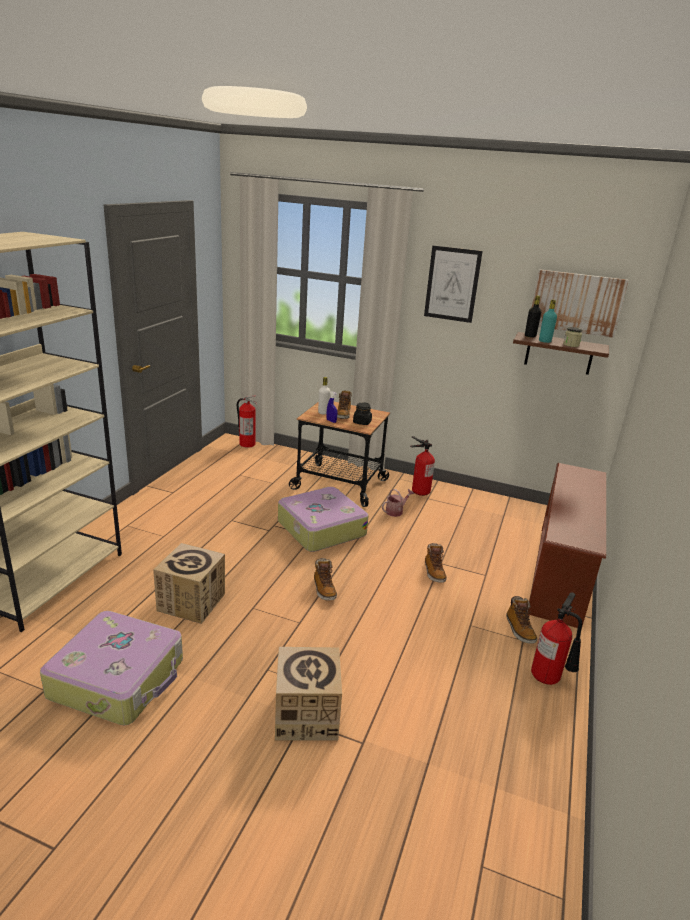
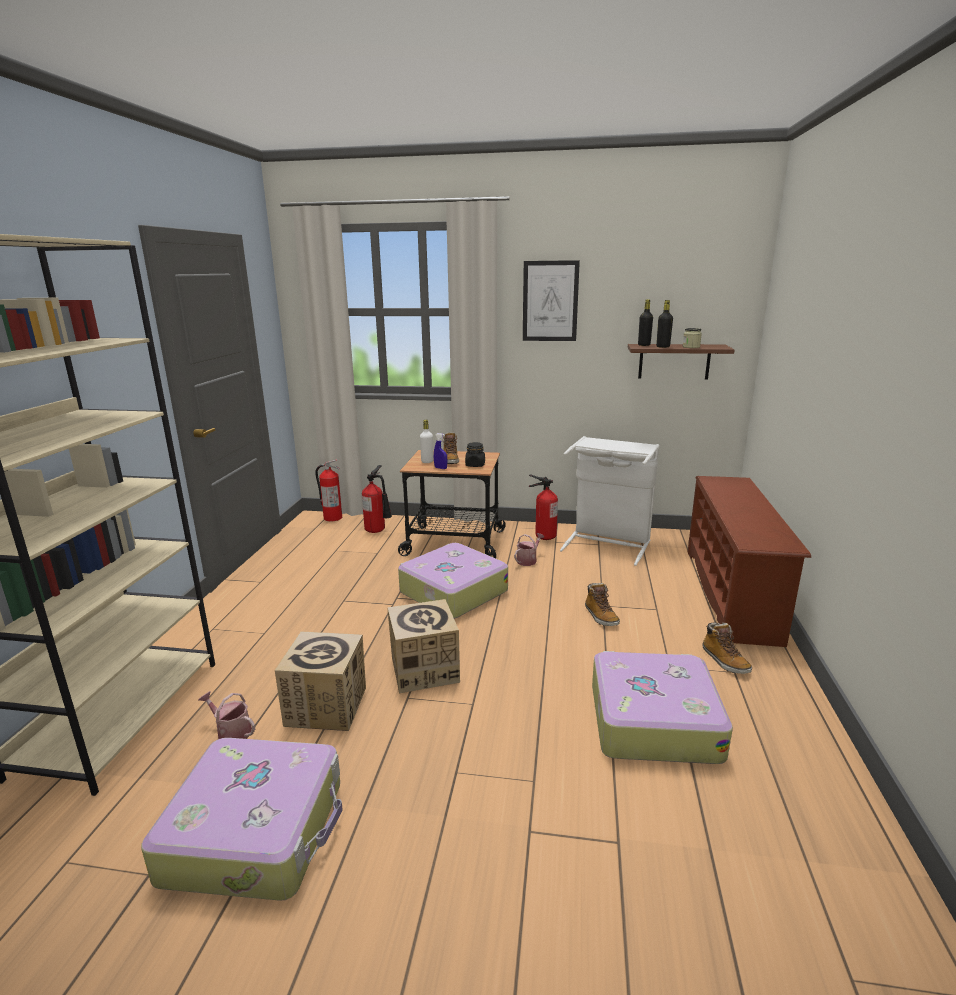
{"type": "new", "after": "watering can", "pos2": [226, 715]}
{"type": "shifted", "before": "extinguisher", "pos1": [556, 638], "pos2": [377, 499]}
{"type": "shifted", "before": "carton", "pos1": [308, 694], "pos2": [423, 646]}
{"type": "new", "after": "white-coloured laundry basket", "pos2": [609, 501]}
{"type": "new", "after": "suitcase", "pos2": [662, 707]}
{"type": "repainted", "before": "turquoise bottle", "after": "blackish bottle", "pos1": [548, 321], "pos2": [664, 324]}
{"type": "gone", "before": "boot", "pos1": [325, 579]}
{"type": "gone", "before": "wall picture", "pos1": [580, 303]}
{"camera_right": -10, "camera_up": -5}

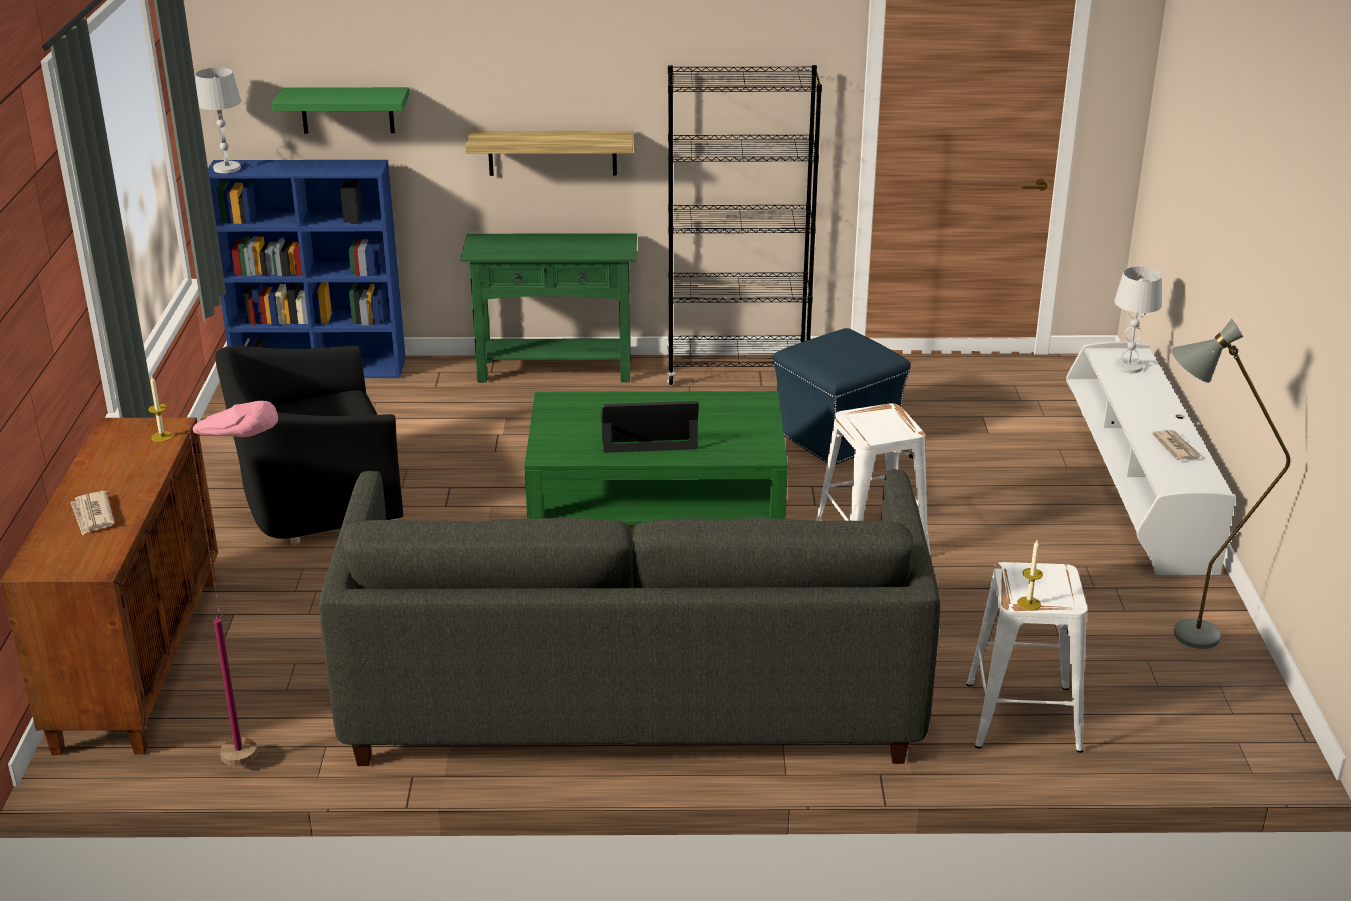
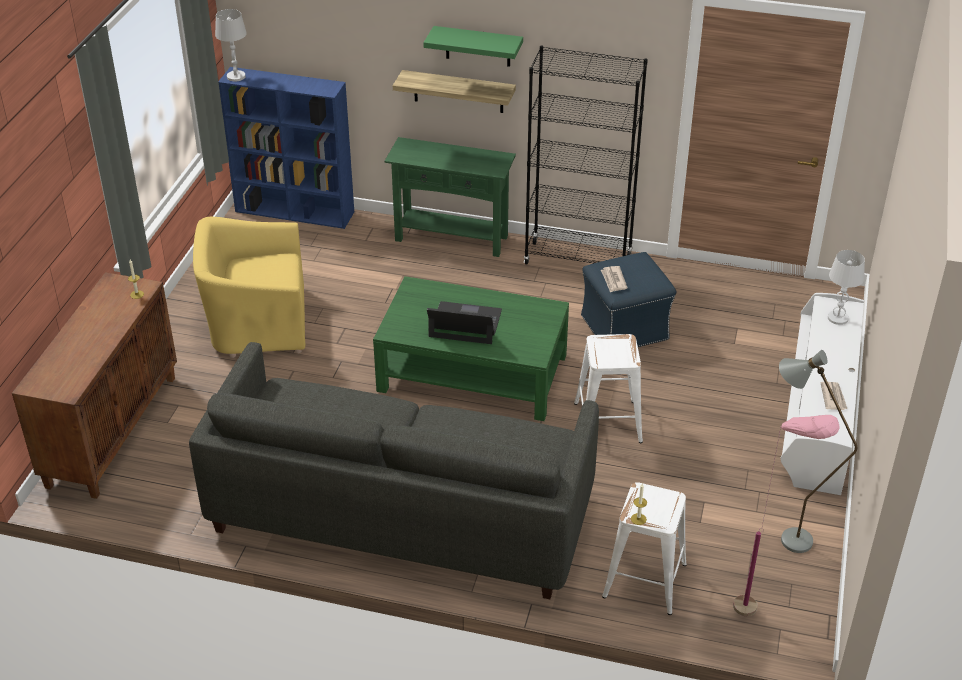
{"type": "repainted", "before": "blackish easy chair", "after": "yellow-coloured easy chair", "pos1": [309, 445], "pos2": [249, 287]}
{"type": "shifted", "before": "green-coloured wall shelf", "pos1": [340, 110], "pos2": [473, 46]}
{"type": "shifted", "before": "newspaper", "pos1": [92, 513], "pos2": [614, 279]}
{"type": "shifted", "before": "pink-coloured standing lamp", "pos1": [233, 583], "pos2": [786, 515]}
{"camera_right": 15, "camera_up": 10}

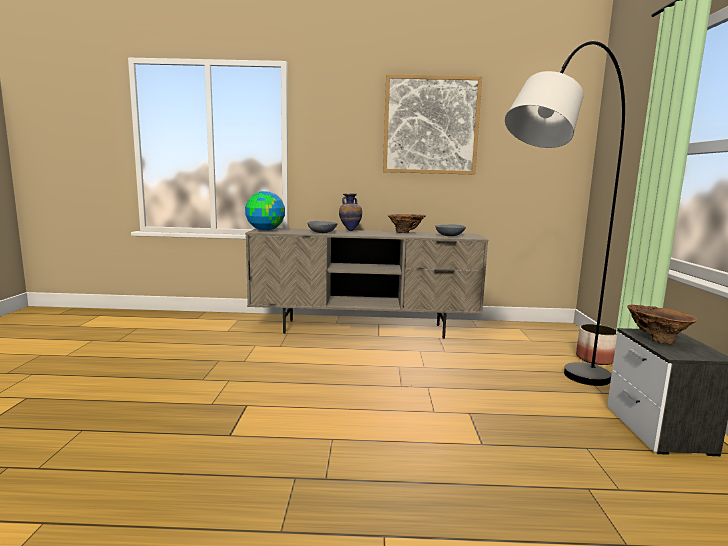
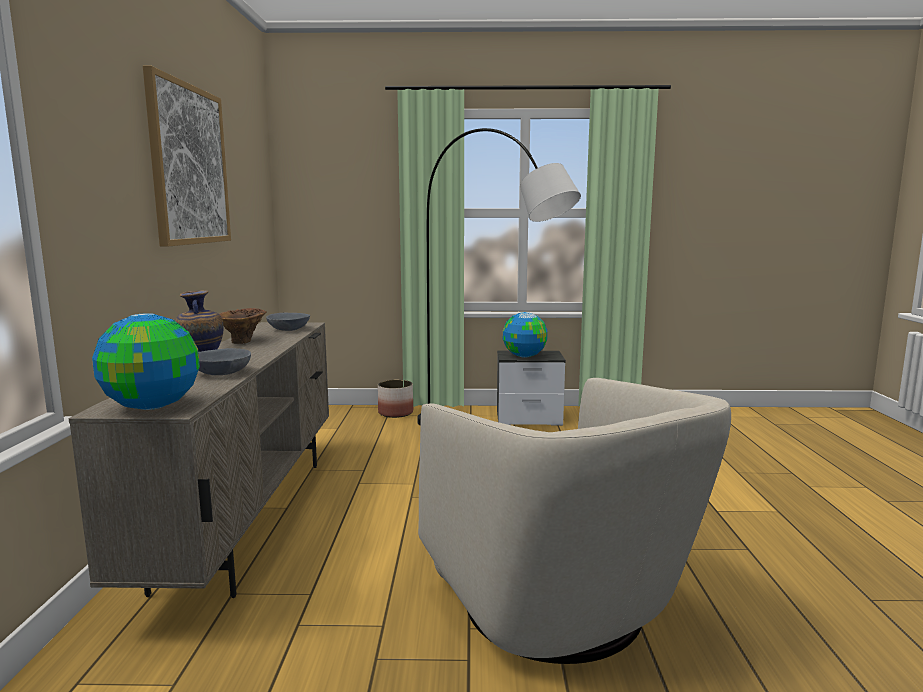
{"type": "new", "after": "sand-coloured easy chair", "pos2": [574, 521]}
{"type": "swapped", "before": "brownish decorative vase", "after": "world globe", "pos1": [662, 324], "pos2": [525, 335]}
{"camera_right": -90, "camera_up": 0}

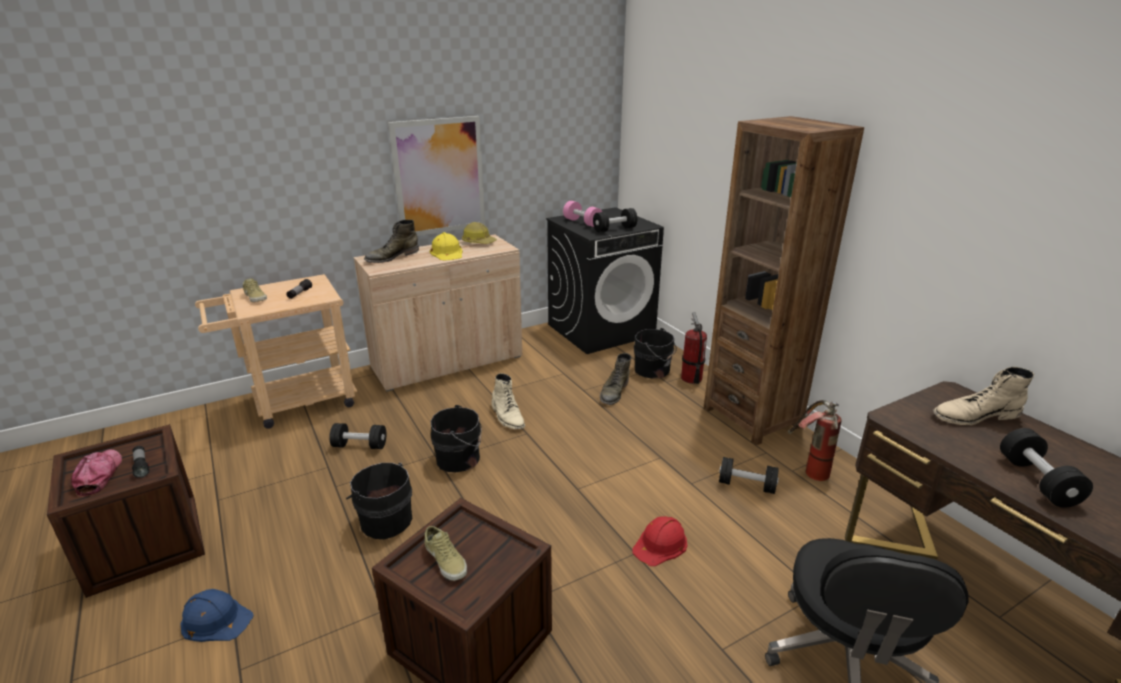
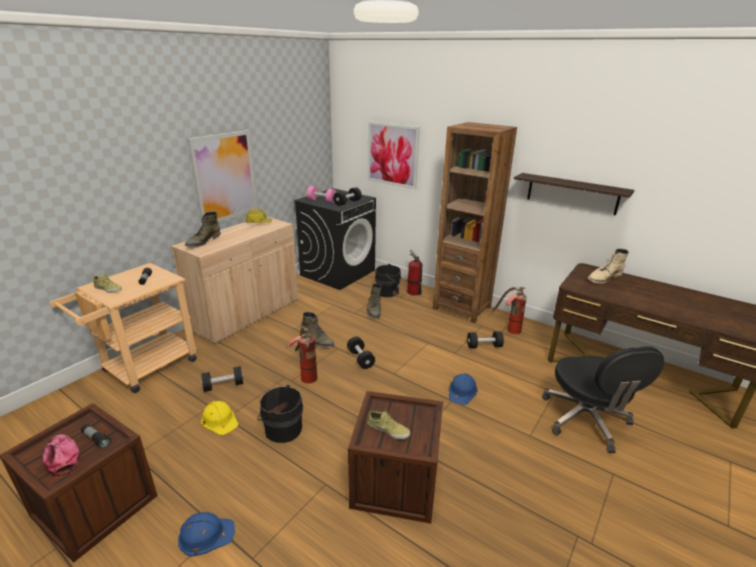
{"type": "shifted", "before": "yellow-coloured hard hat", "pos1": [446, 246], "pos2": [219, 418]}
{"type": "swapped", "before": "blackish pail", "after": "extinguisher", "pos1": [456, 438], "pos2": [301, 355]}
{"type": "repainted", "before": "sand-coloured boot", "after": "green-coloured boot", "pos1": [508, 401], "pos2": [317, 330]}
{"type": "shifted", "before": "blackish free weight", "pos1": [1046, 468], "pos2": [361, 353]}
{"type": "new", "after": "wall picture", "pos2": [394, 155]}
{"type": "repainted", "before": "red-coloured hard hat", "after": "blue-coloured hard hat", "pos1": [659, 541], "pos2": [463, 389]}
{"type": "new", "after": "wall shelf", "pos2": [574, 194]}
{"camera_right": -25, "camera_up": 0}

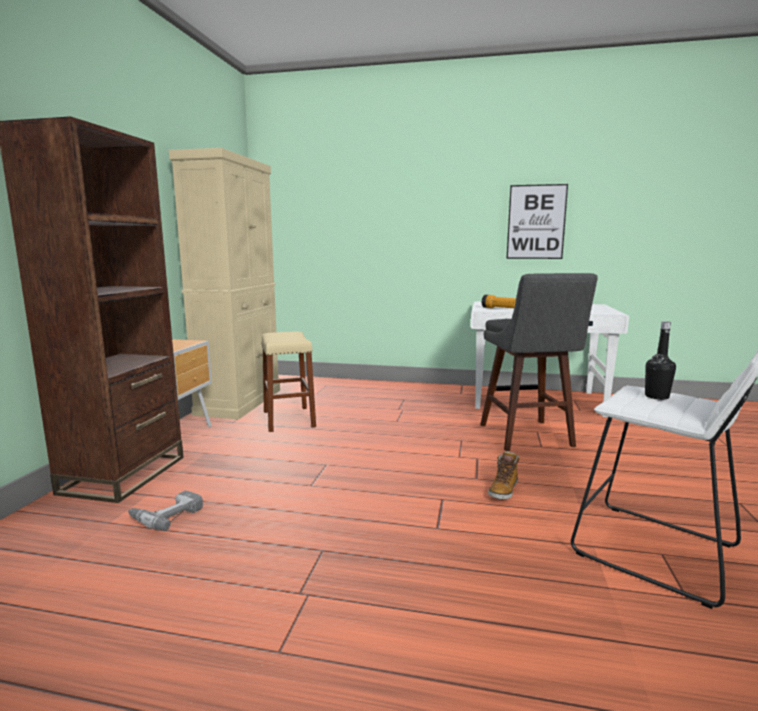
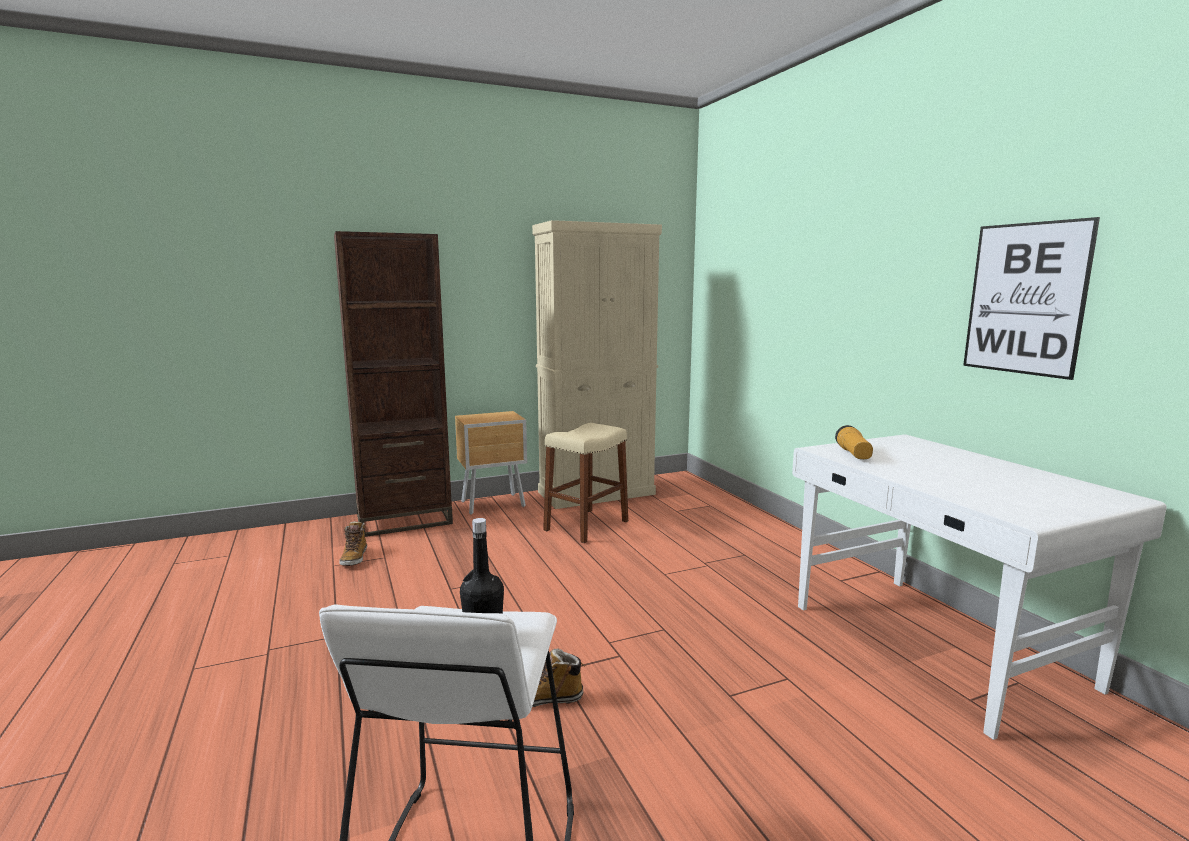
{"type": "swapped", "before": "drill", "after": "boot", "pos1": [165, 511], "pos2": [353, 543]}
{"type": "gone", "before": "gray sitting stool", "pos1": [539, 362]}
{"camera_right": 55, "camera_up": 0}

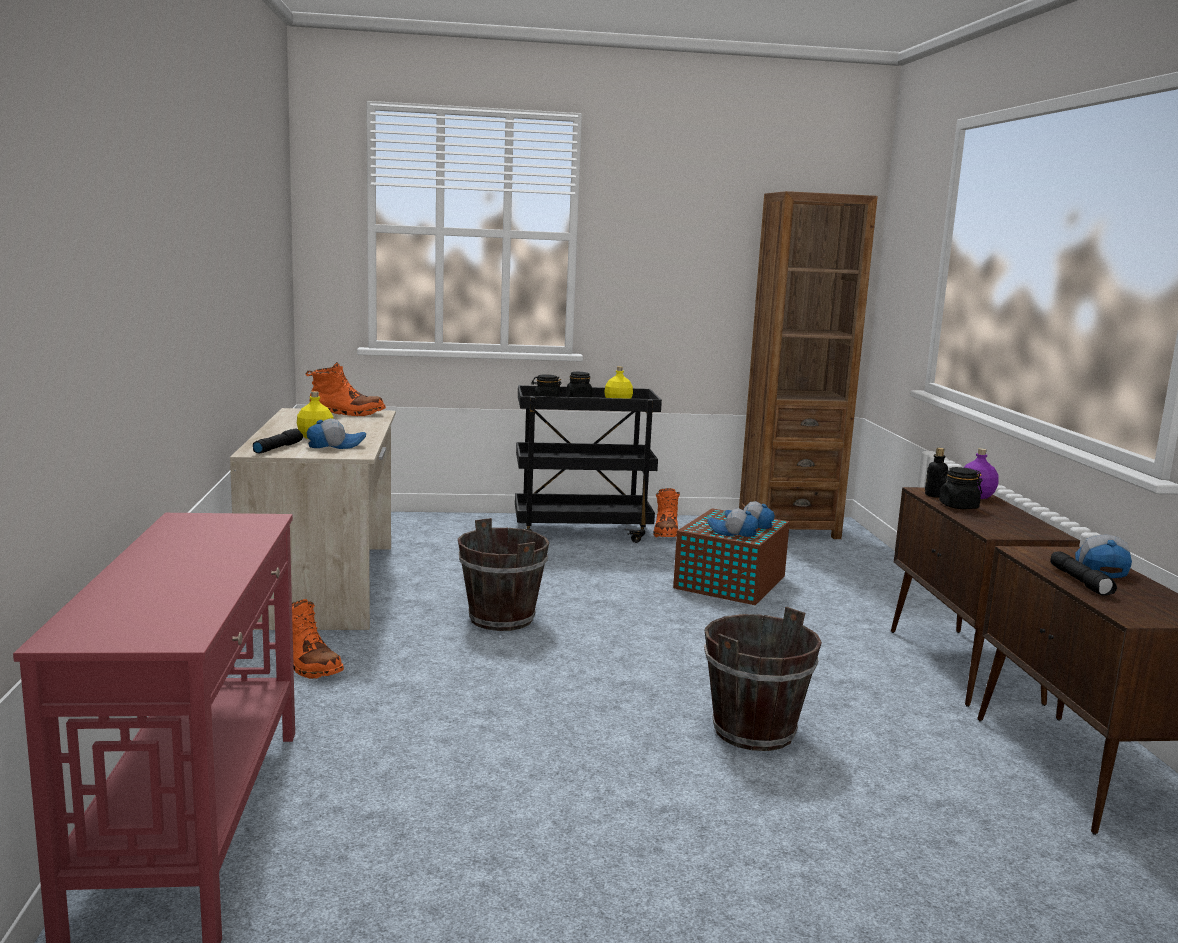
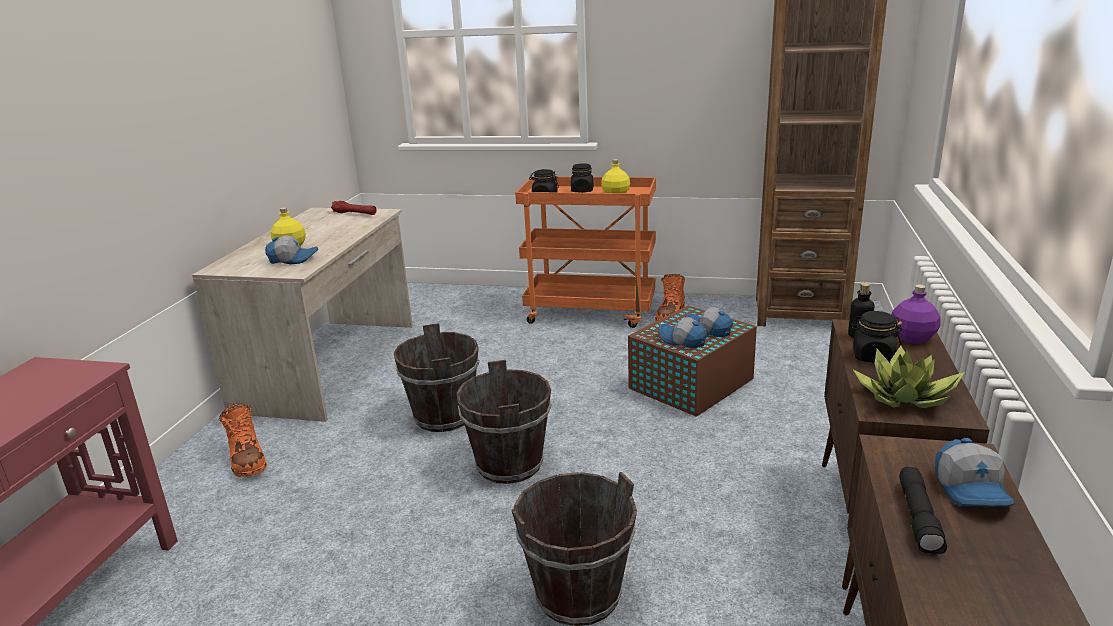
{"type": "swapped", "before": "orange boot", "after": "red-coloured flashlight", "pos1": [346, 389], "pos2": [354, 208]}
{"type": "new", "after": "brownish pail", "pos2": [504, 422]}
{"type": "repainted", "before": "blackish cart", "after": "orange cart", "pos1": [588, 464], "pos2": [585, 252]}
{"type": "new", "after": "houseplant", "pos2": [909, 377]}
{"type": "rotated", "before": "baseball cap", "pos1": [1103, 556], "pos2": [975, 472], "turn": 150}
{"type": "gone", "before": "blackish flashlight", "pos1": [278, 441]}
{"camera_right": 20, "camera_up": 10}

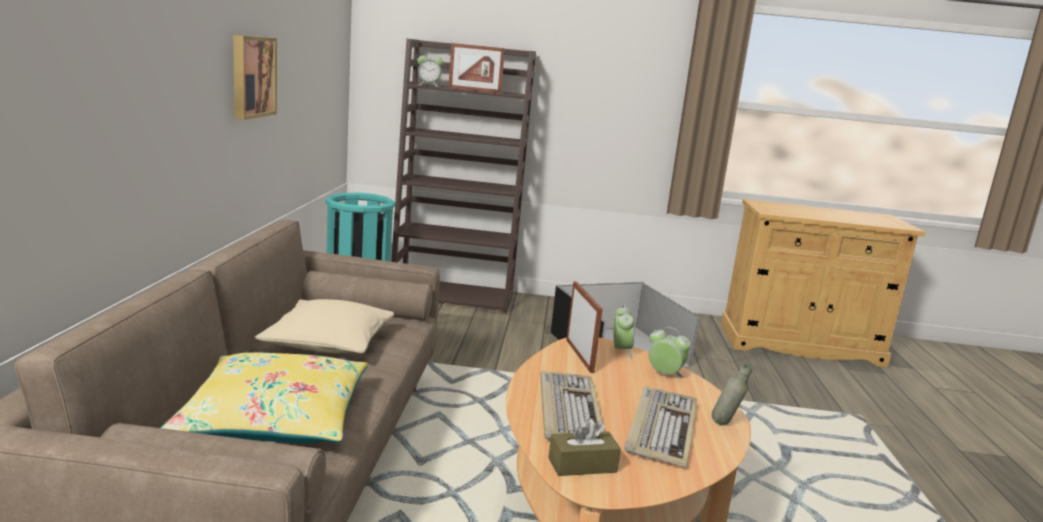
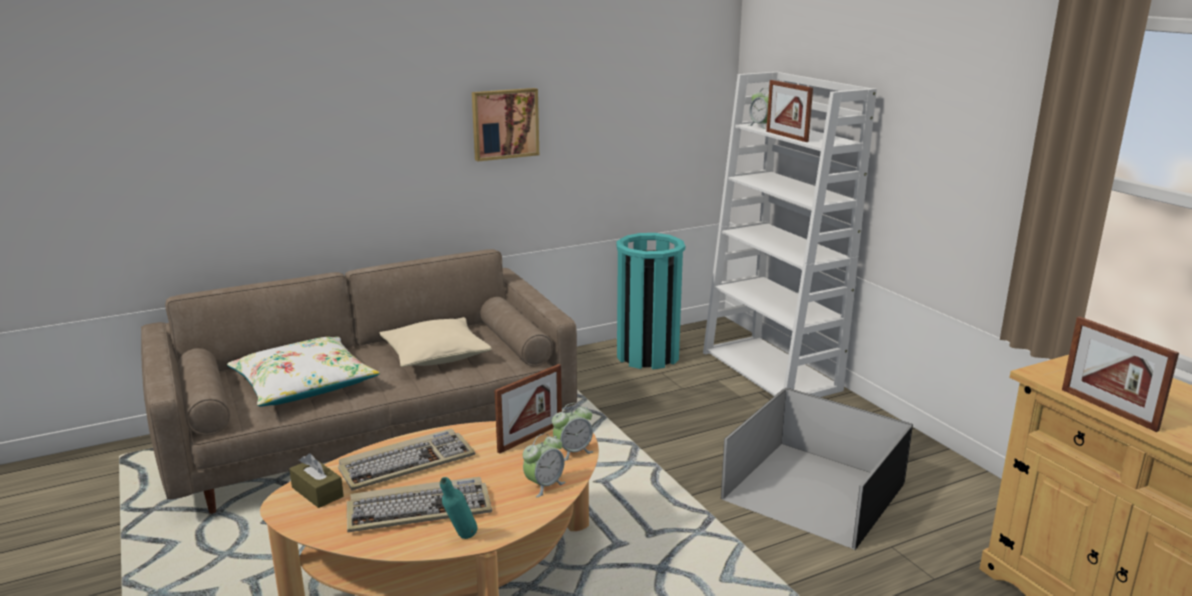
{"type": "repainted", "before": "yellow-coloured throw pillow", "after": "white-coloured throw pillow", "pos1": [264, 397], "pos2": [303, 371]}
{"type": "repainted", "before": "gray bottle", "after": "turquoise bottle", "pos1": [732, 394], "pos2": [458, 508]}
{"type": "rotated", "before": "table clock", "pos1": [669, 352], "pos2": [544, 465], "turn": 45}
{"type": "repainted", "before": "brownish shelving unit", "after": "white-coloured shelving unit", "pos1": [463, 176], "pos2": [790, 234]}
{"type": "new", "after": "picture frame", "pos2": [1120, 374]}
{"camera_right": 60, "camera_up": 5}

